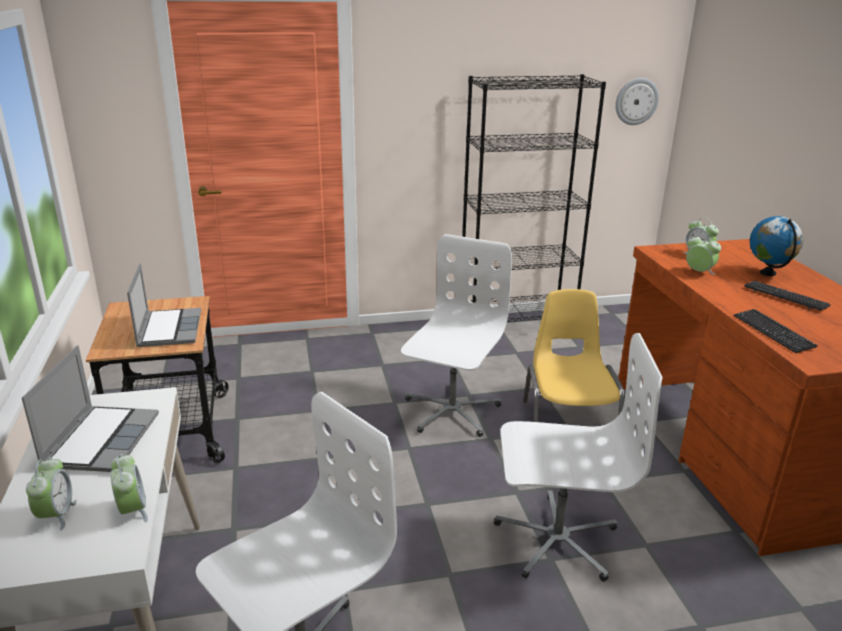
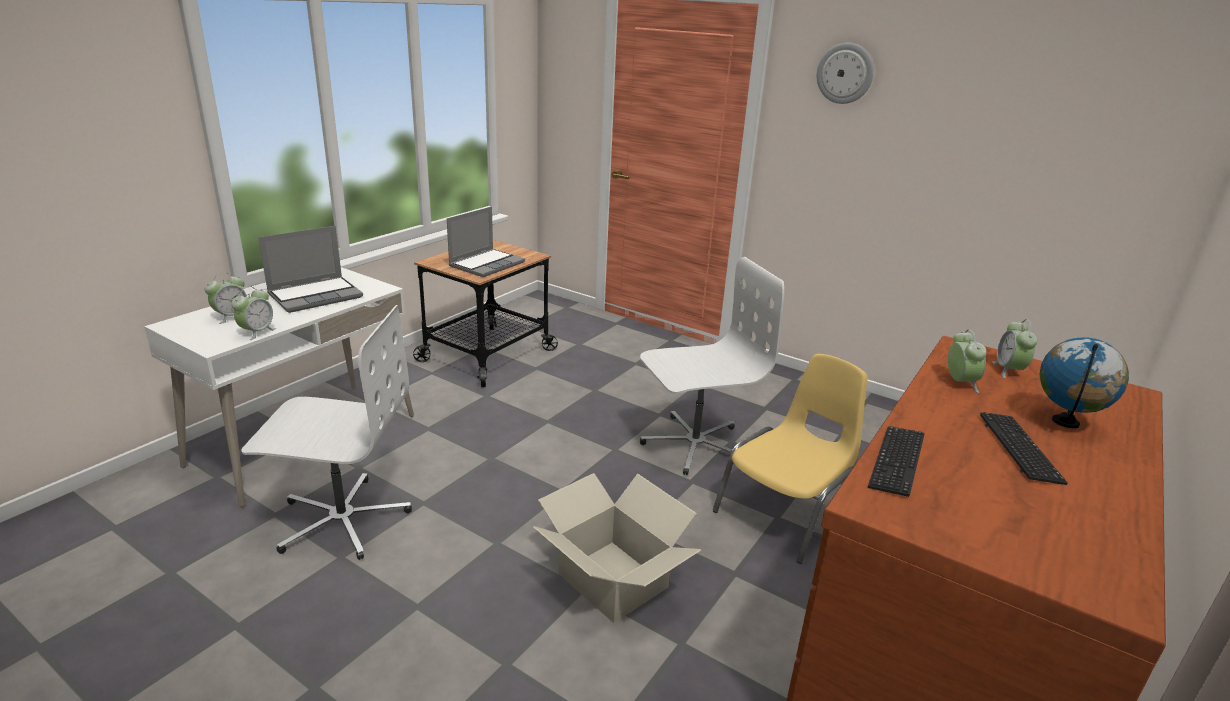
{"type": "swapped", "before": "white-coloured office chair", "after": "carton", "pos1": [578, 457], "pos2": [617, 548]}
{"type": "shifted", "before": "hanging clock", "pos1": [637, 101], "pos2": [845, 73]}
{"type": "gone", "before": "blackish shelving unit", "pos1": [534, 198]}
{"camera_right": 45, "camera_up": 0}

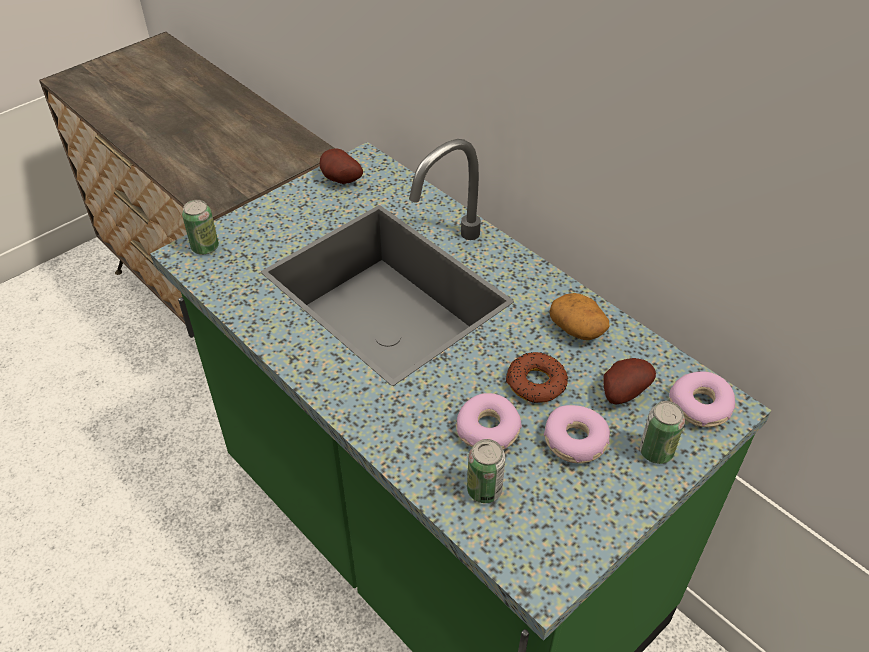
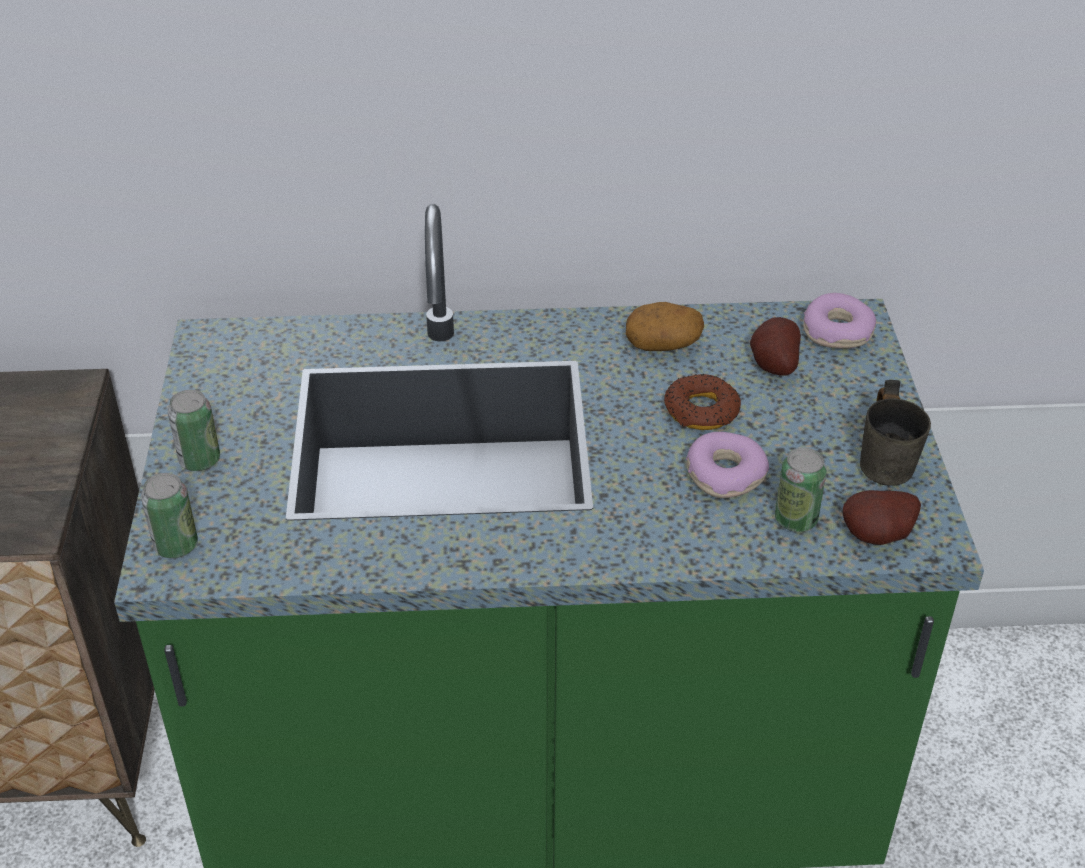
{"type": "shifted", "before": "can", "pos1": [662, 432], "pos2": [194, 430]}
{"type": "shifted", "before": "spud", "pos1": [341, 166], "pos2": [882, 517]}
{"type": "new", "after": "gray coffee mug", "pos2": [895, 433]}
{"type": "gone", "before": "donut", "pos1": [577, 434]}
{"camera_right": -50, "camera_up": -5}

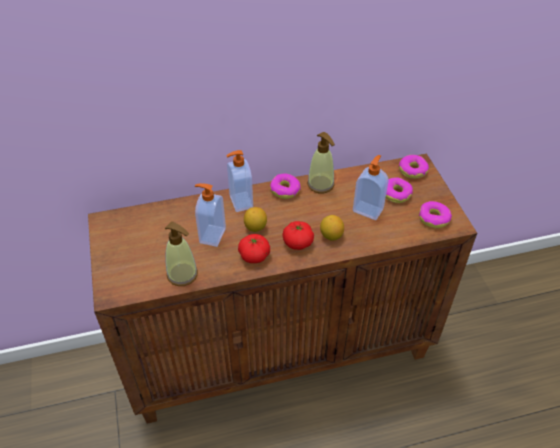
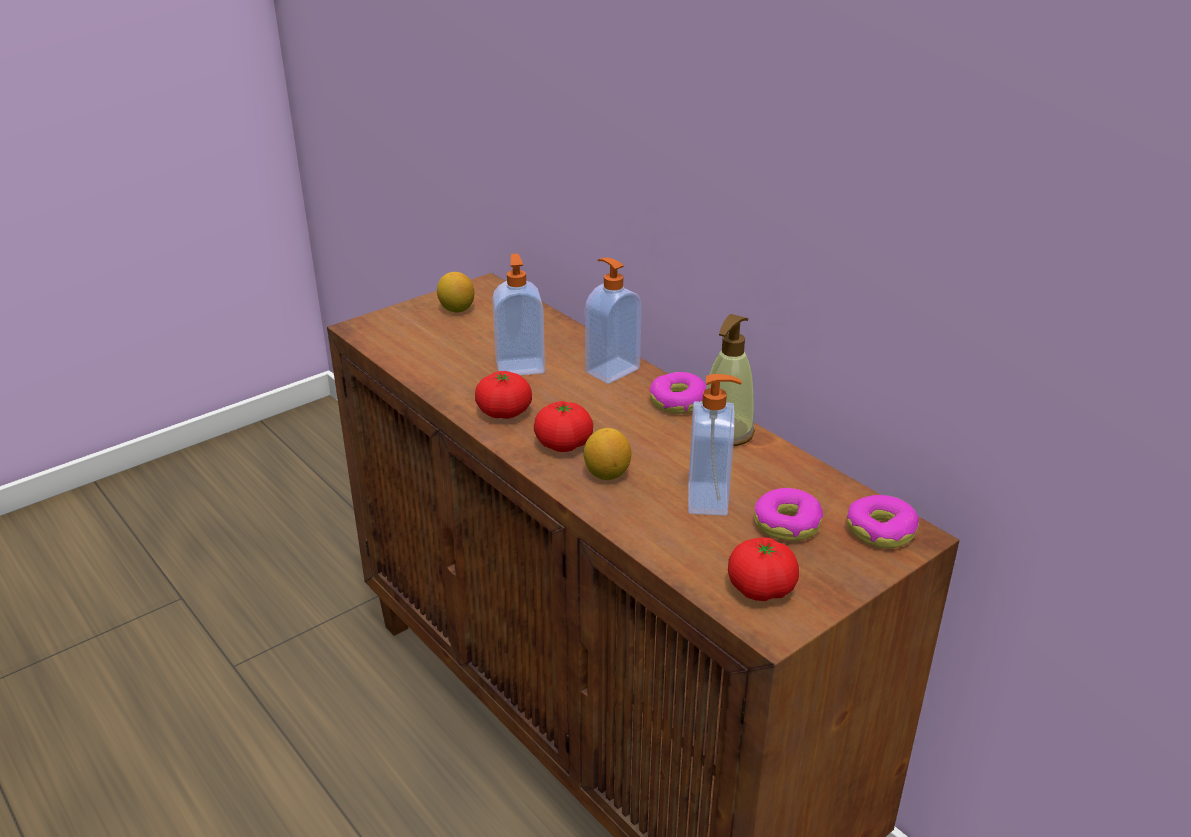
{"type": "shifted", "before": "lemon", "pos1": [255, 219], "pos2": [455, 292]}
{"type": "swapped", "before": "donut", "after": "tomato", "pos1": [435, 214], "pos2": [763, 569]}
{"type": "gone", "before": "liquid soap bottle", "pos1": [181, 253]}
{"camera_right": 65, "camera_up": -15}

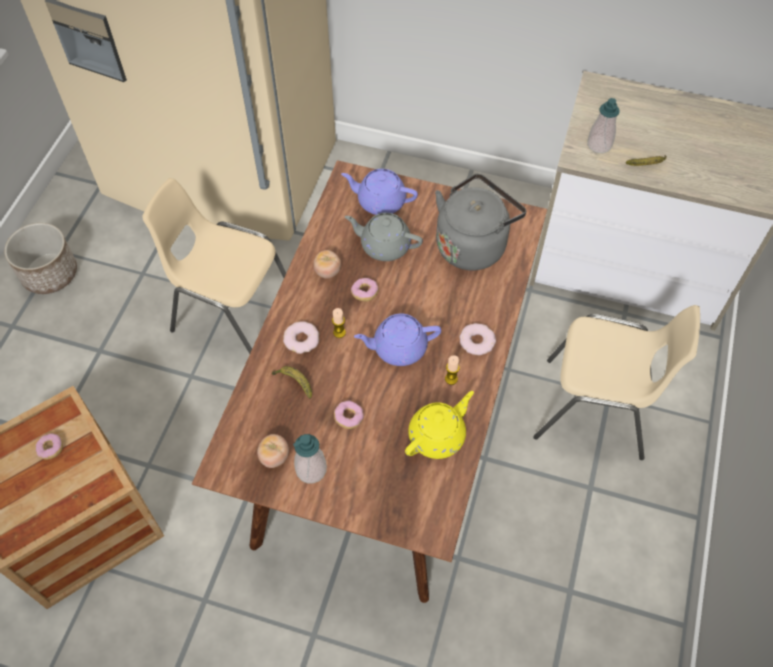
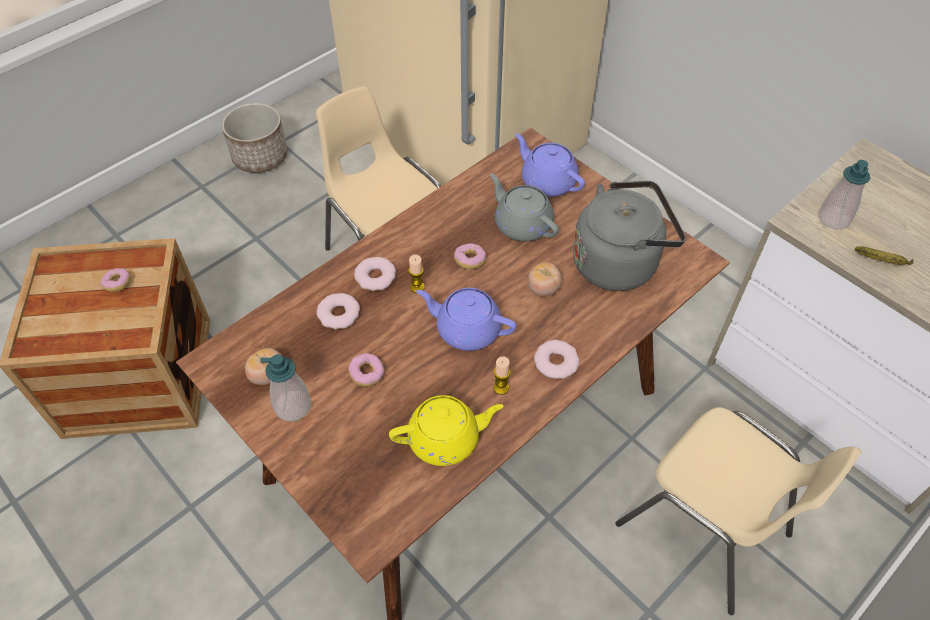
{"type": "swapped", "before": "whole banana", "after": "donut", "pos1": [292, 382], "pos2": [338, 311]}
{"type": "shifted", "before": "tomato", "pos1": [327, 264], "pos2": [545, 279]}
{"camera_right": 30, "camera_up": -5}

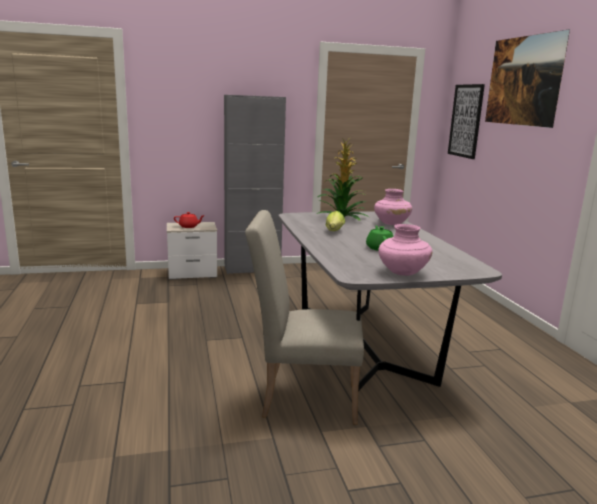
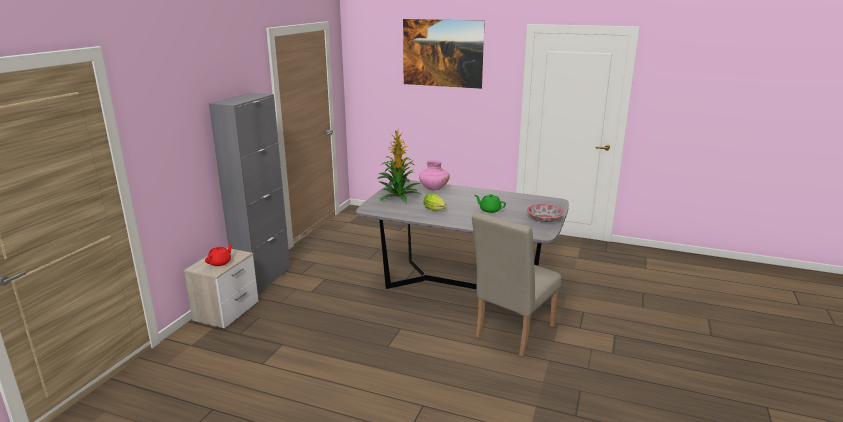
{"type": "swapped", "before": "pink-coloured decorative vase", "after": "bowl", "pos1": [405, 250], "pos2": [545, 213]}
{"type": "gone", "before": "wall picture", "pos1": [466, 121]}
{"camera_right": -55, "camera_up": 5}

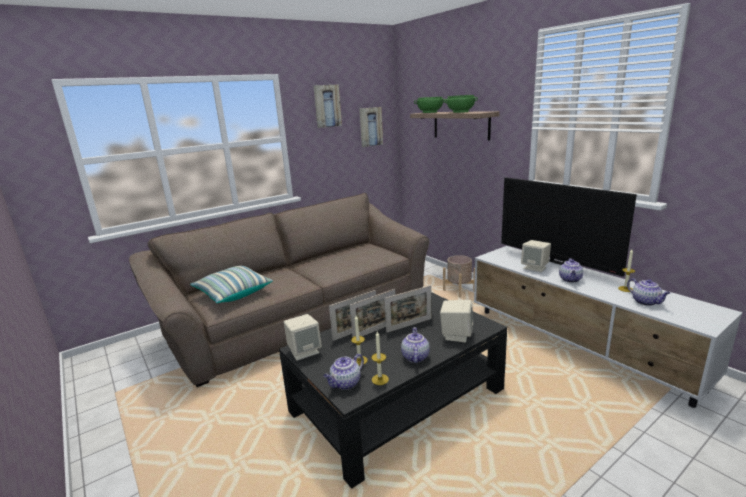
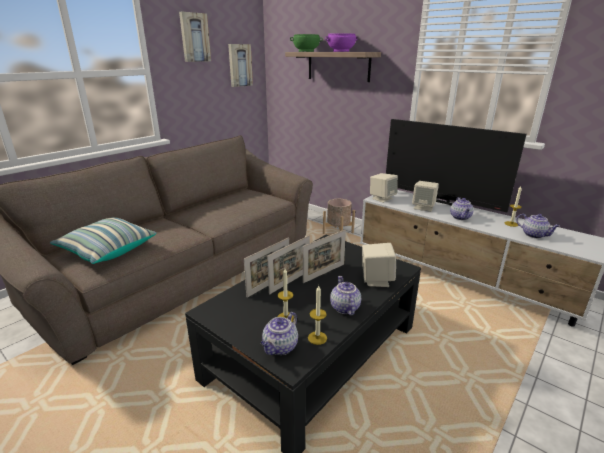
{"type": "repainted", "before": "green-coloured bowl", "after": "purple-coloured bowl", "pos1": [461, 104], "pos2": [341, 42]}
{"type": "shifted", "before": "sand-coloured loudspeaker", "pos1": [303, 337], "pos2": [384, 188]}
{"camera_right": -15, "camera_up": 5}

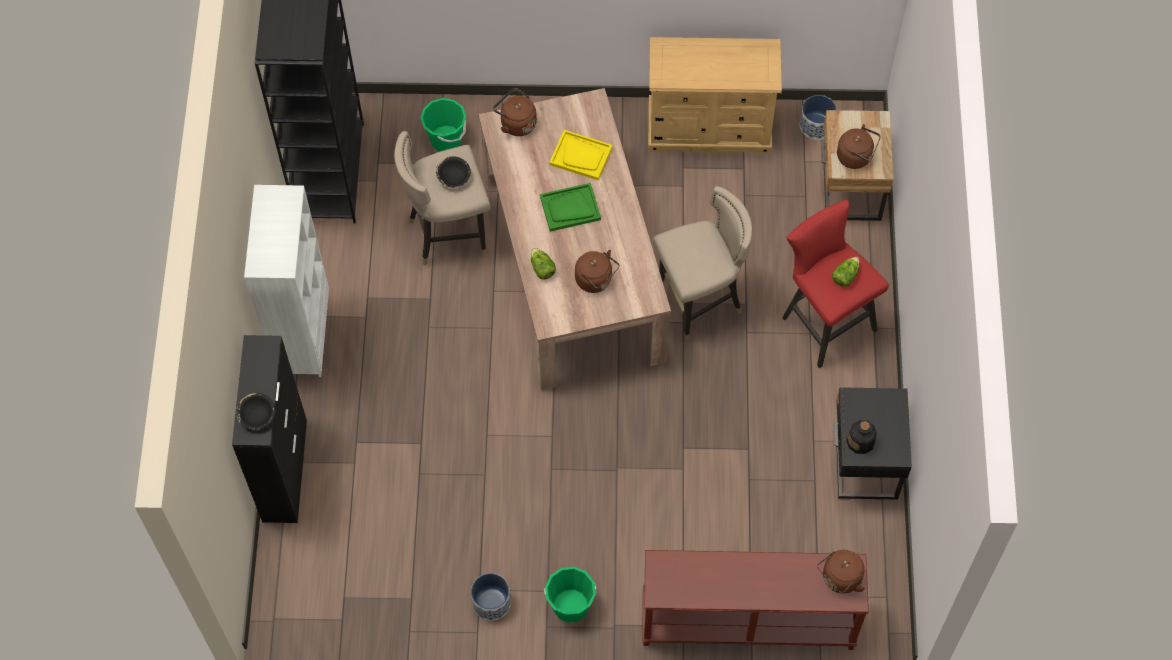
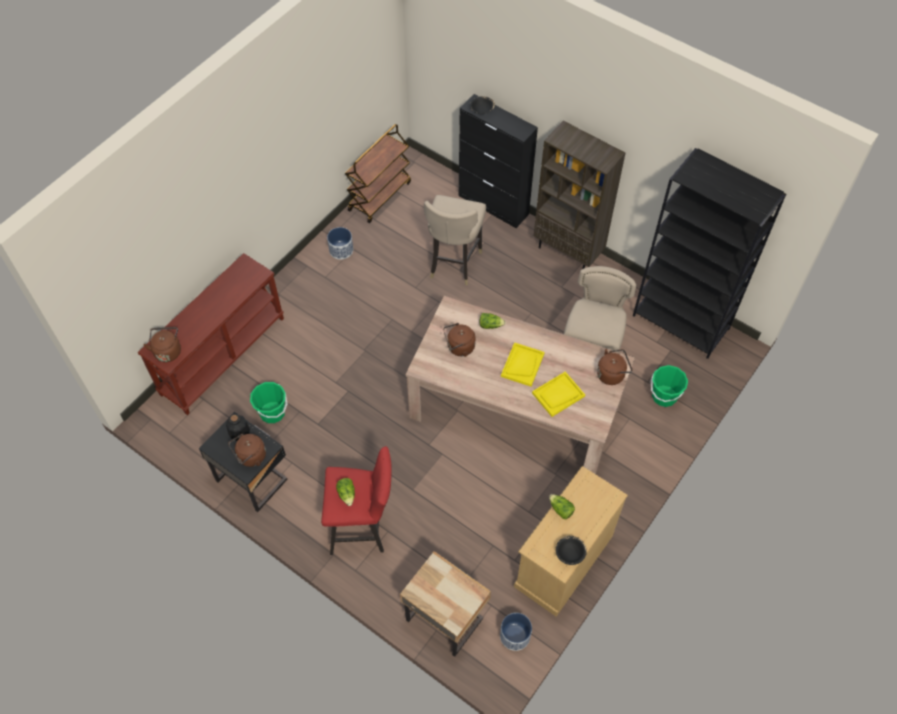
{"type": "shifted", "before": "brownish kettle", "pos1": [859, 146], "pos2": [247, 450]}
{"type": "shifted", "before": "green-coloured pail", "pos1": [570, 595], "pos2": [269, 402]}
{"type": "new", "after": "brownish cart", "pos2": [378, 173]}
{"type": "shifted", "before": "sand-coloured sitting stool", "pos1": [702, 263], "pos2": [455, 240]}
{"type": "repainted", "before": "green-coloured carrying tray", "after": "yellow-coloured carrying tray", "pos1": [570, 207], "pos2": [523, 364]}
{"type": "repainted", "before": "white-coloured shelving unit", "after": "brownish shelving unit", "pos1": [286, 281], "pos2": [579, 195]}
{"type": "new", "after": "lettuce head", "pos2": [562, 506]}
{"type": "shifted", "before": "blackish bowl", "pos1": [453, 172], "pos2": [571, 550]}
{"camera_right": 125, "camera_up": -5}

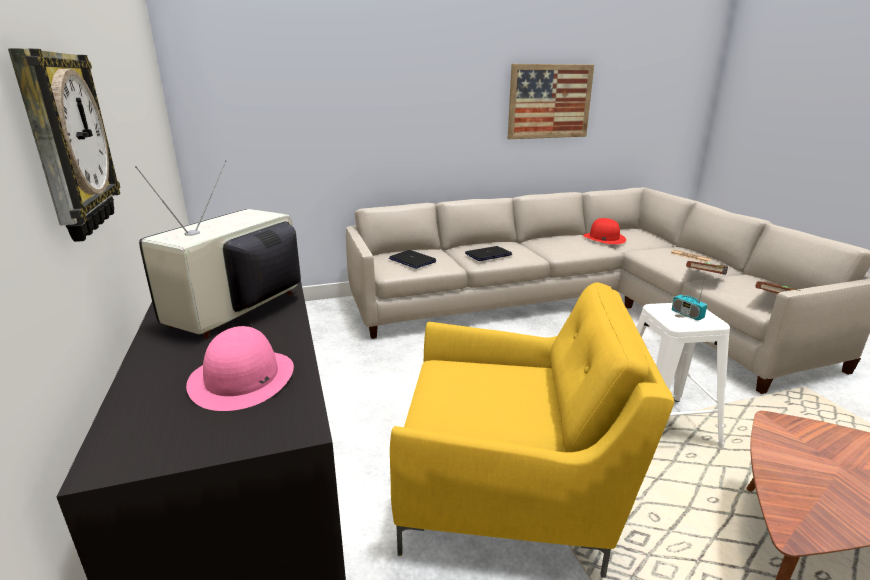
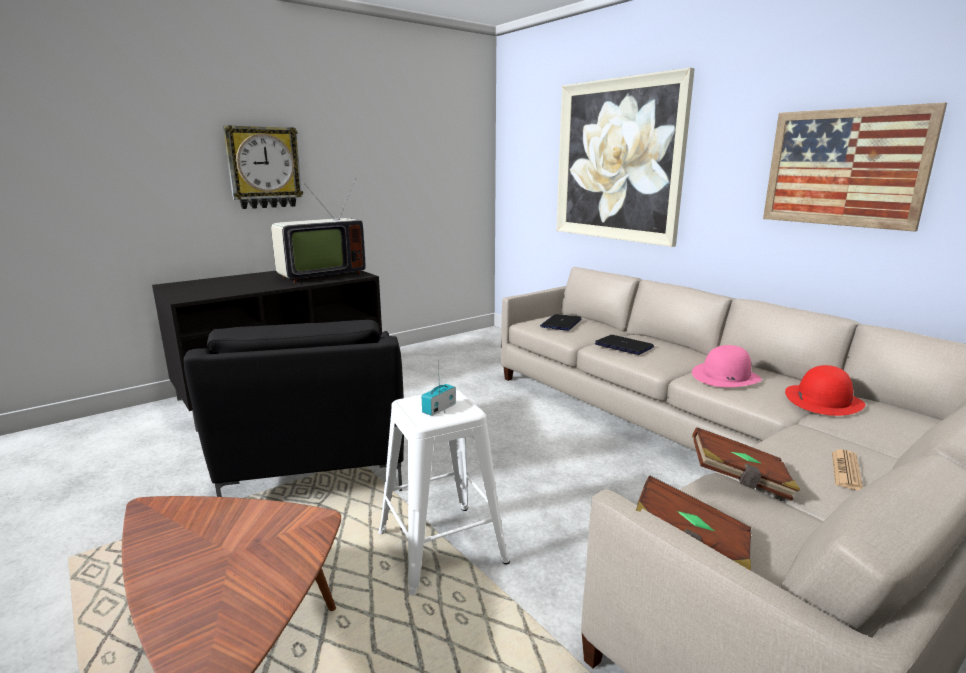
{"type": "repainted", "before": "yellow-coloured easy chair", "after": "blackish easy chair", "pos1": [532, 430], "pos2": [294, 408]}
{"type": "rotated", "before": "television", "pos1": [218, 249], "pos2": [318, 230], "turn": 135}
{"type": "new", "after": "wall picture", "pos2": [625, 157]}
{"type": "shifted", "before": "pink-coloured wearable hat", "pos1": [240, 368], "pos2": [727, 366]}
{"camera_right": 70, "camera_up": -5}

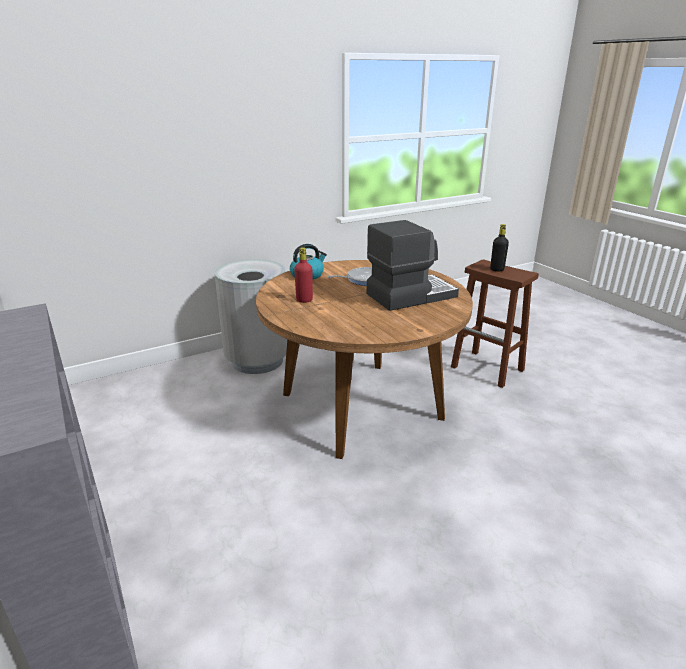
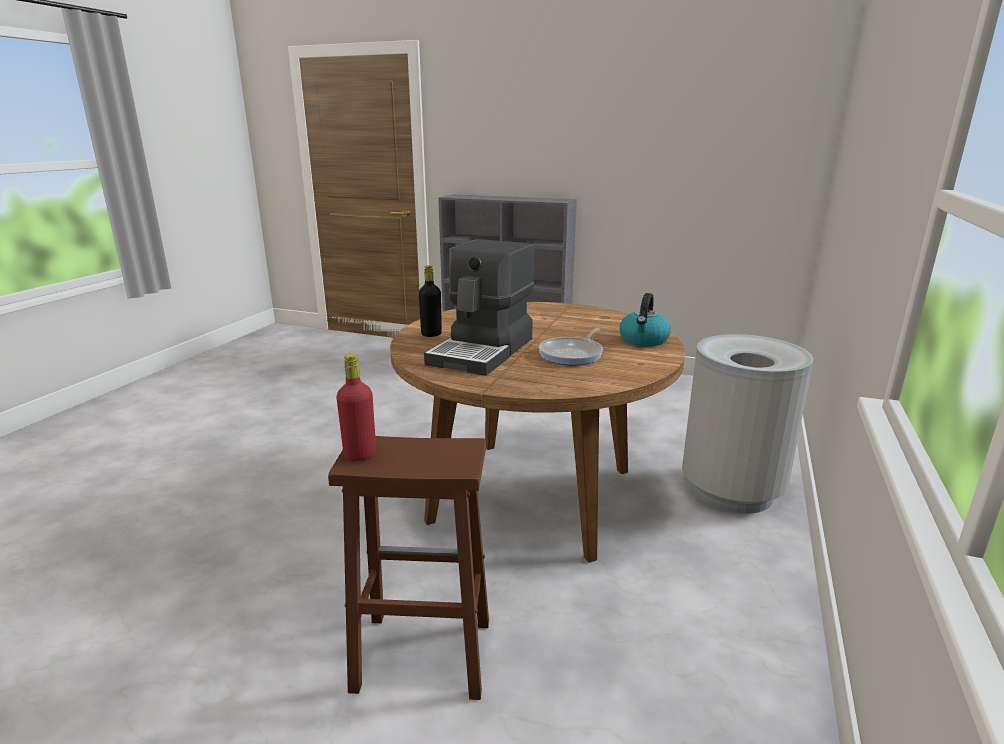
{"type": "shifted", "before": "red-coloured bottle", "pos1": [303, 275], "pos2": [356, 407]}
{"type": "shifted", "before": "blackish bottle", "pos1": [499, 248], "pos2": [430, 301]}
{"camera_right": 140, "camera_up": -5}

